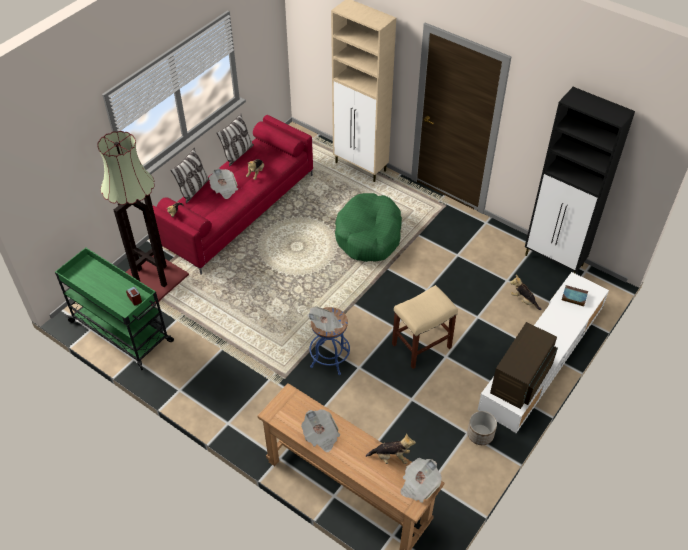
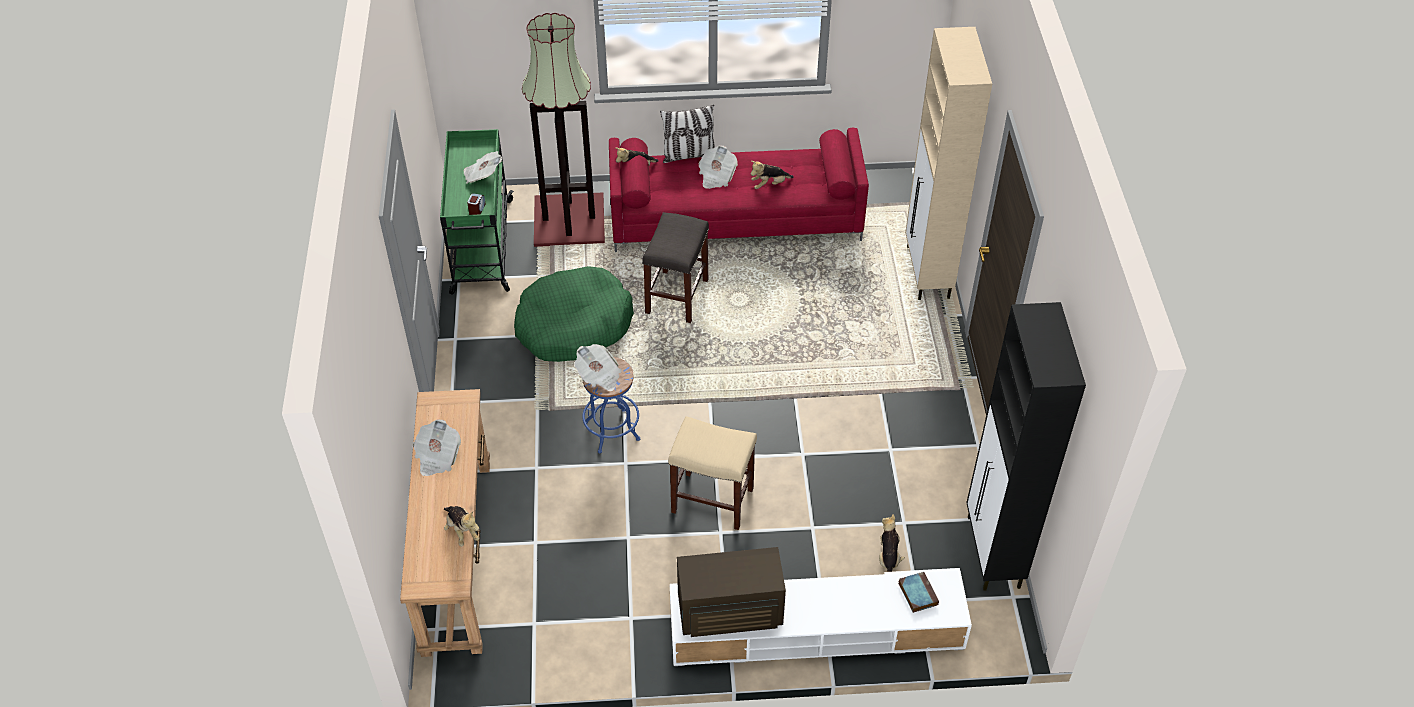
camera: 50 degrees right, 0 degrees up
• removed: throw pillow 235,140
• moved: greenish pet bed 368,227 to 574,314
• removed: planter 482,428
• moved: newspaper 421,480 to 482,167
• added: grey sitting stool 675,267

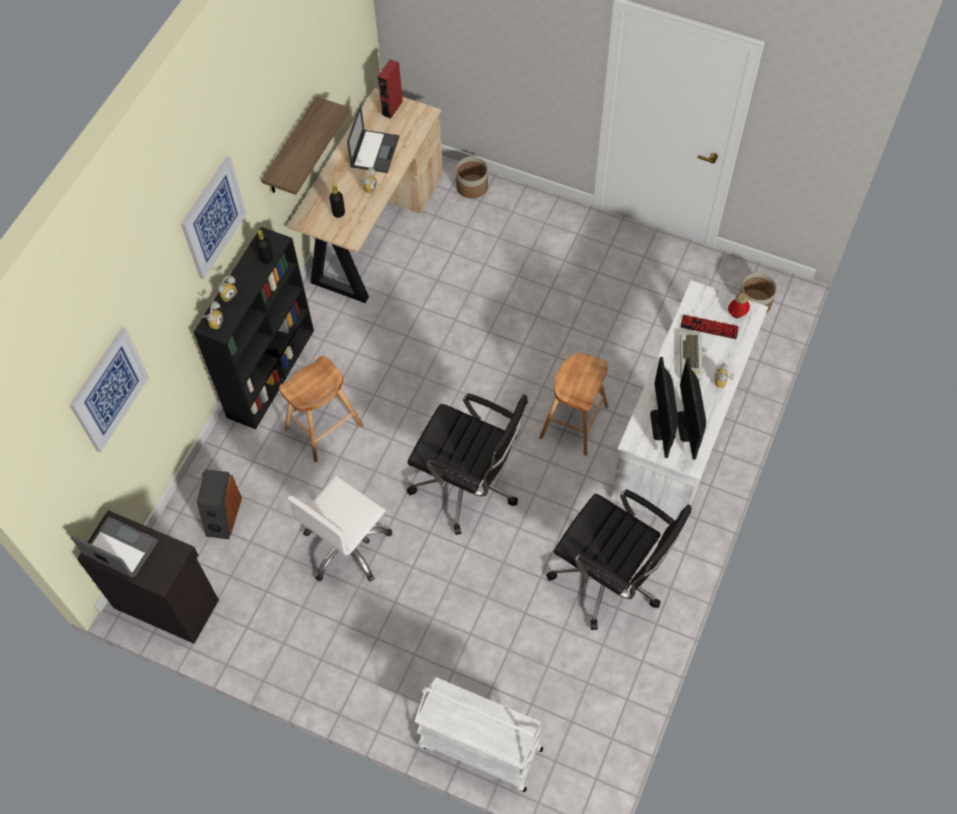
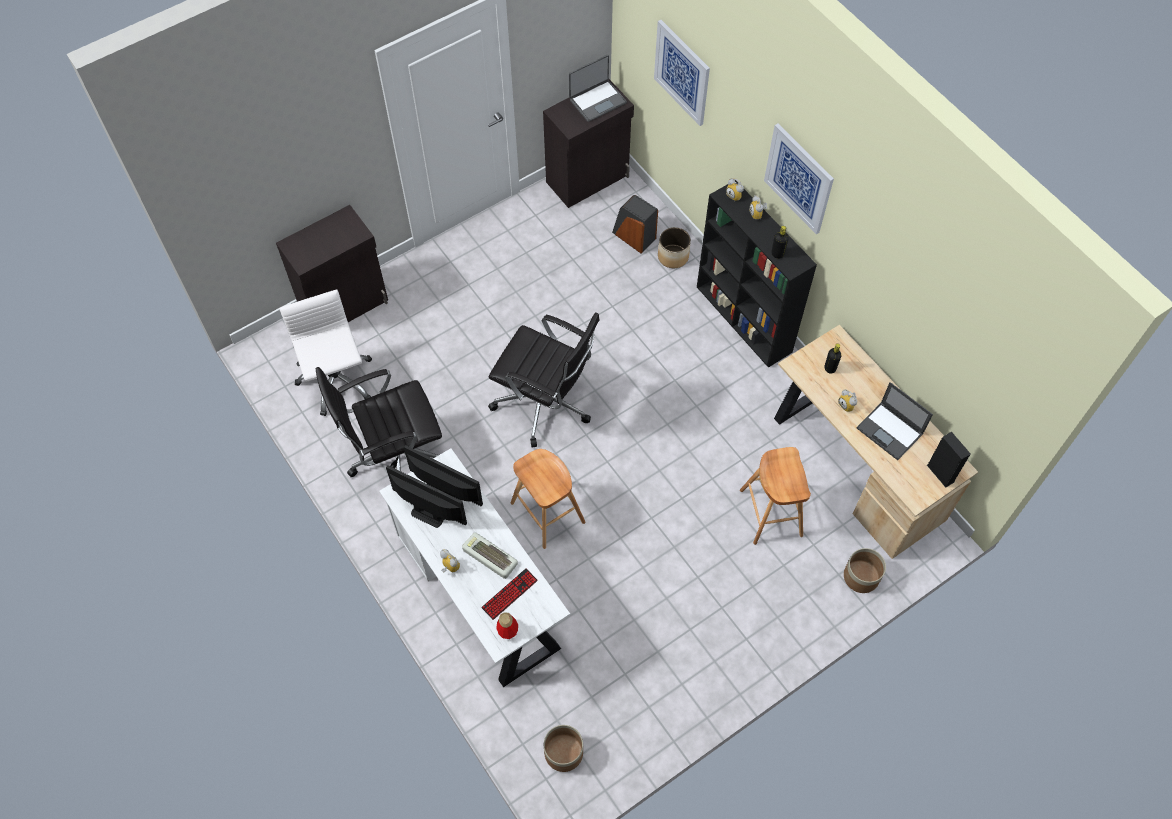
camera: 120 degrees right, 0 degrees up
• recoloured: red-coloured audio speaker 390,89 to black audio speaker 949,460
• removed: bracket shelf 305,145
• moved: brownish sitting stool 321,409 to 775,496
• turned: black office chair 467,464 = 544,379 120 degrees counterclockwise
• moved: whitish office chair 339,528 to 325,353
• replaced: whitish wheeled cart 478,734 to black cabinet 332,263
• added: planter 674,247

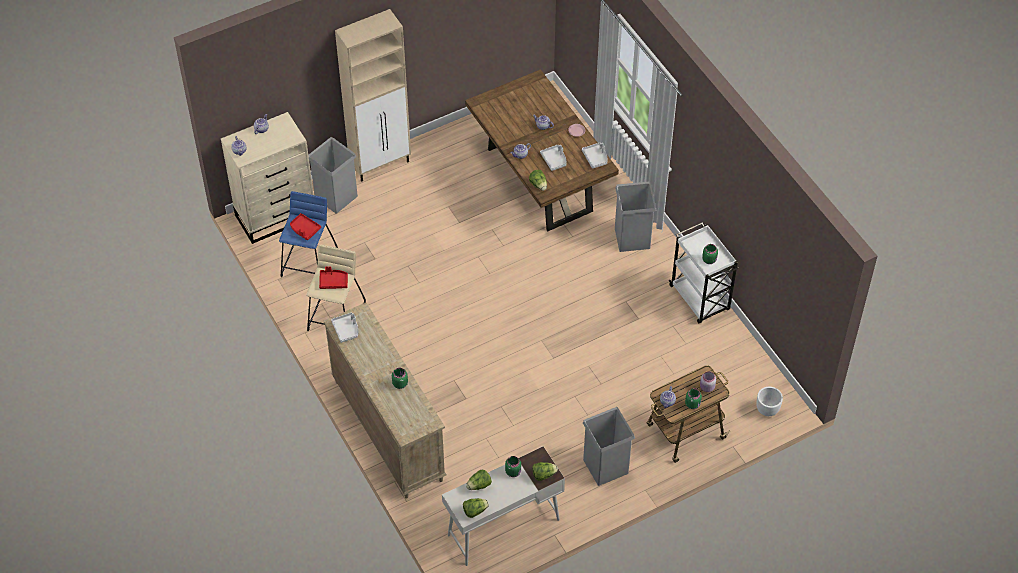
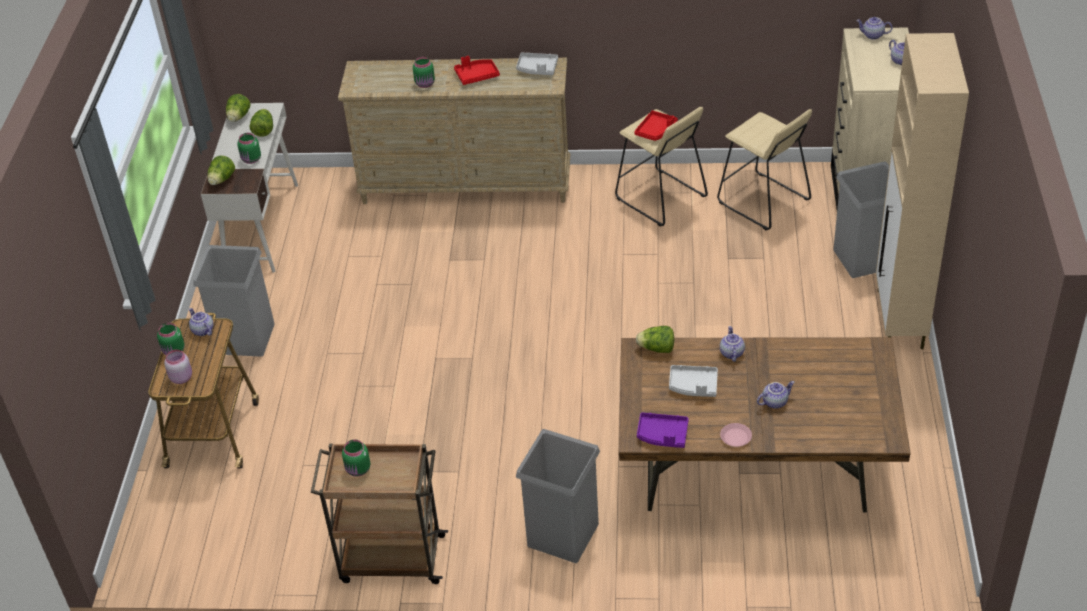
camera: 125 degrees right, 10 degrees down
• recoloured: grey tray 595,156 to purple tray 663,430
• recoloured: blue sitting stool 308,234 to beige sitting stool 764,169
• moved: red-coloured tray 305,226 to 477,70
• recoloured: whitish wheeled cart 703,273 to brownish wheeled cart 379,513
• removed: whitish planter 769,401

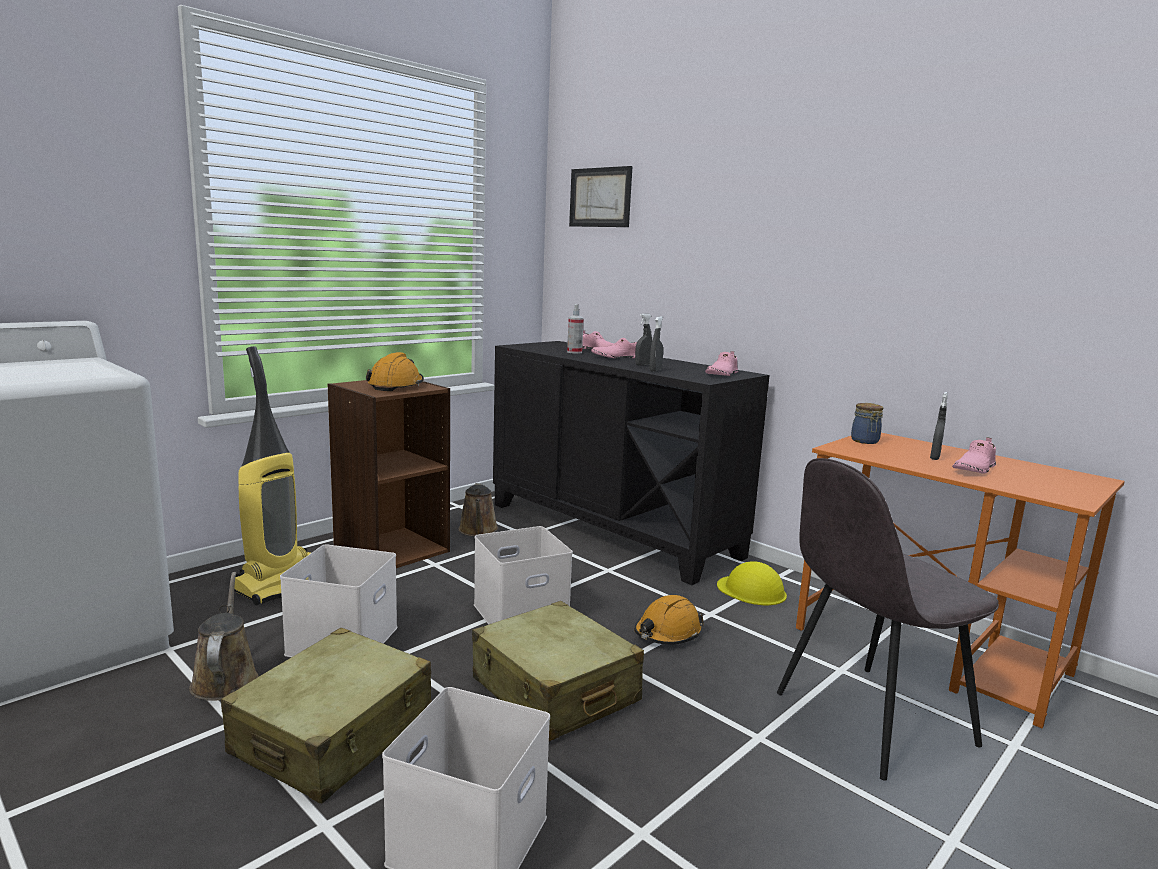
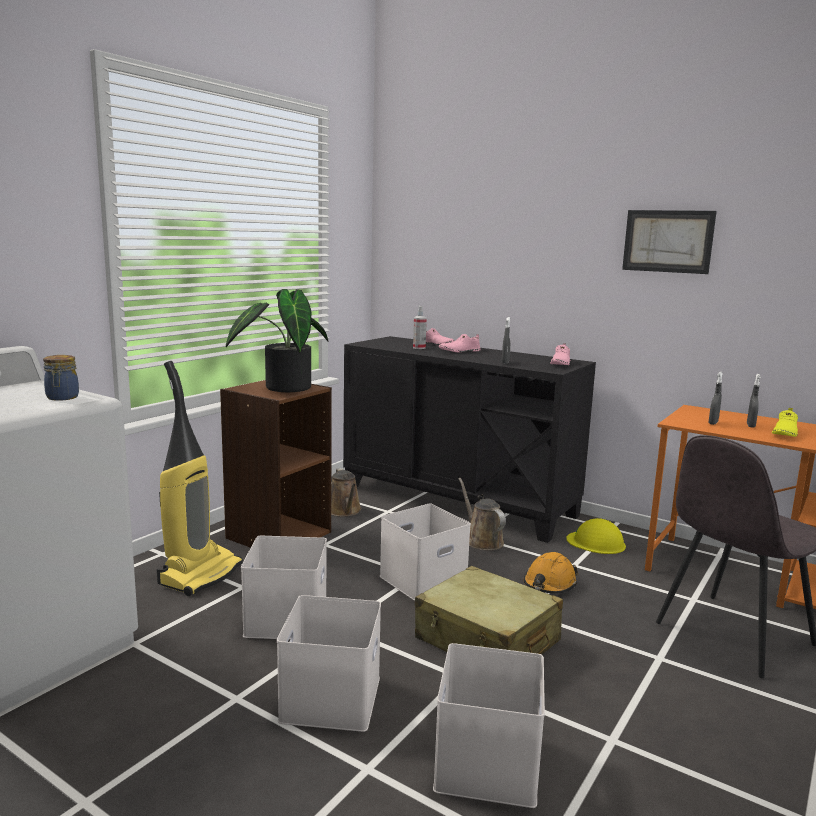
camera: 10 degrees left, 0 degrees up
• moved: picture 601,196 to 669,242
• moved: grey hand sprayer 643,339 to 716,398
• replaced: orange-coloured work helmet 395,371 to plant in a pot 277,340
• moved: storage jar 867,423 to 61,378
• recoloured: pink-coloured low shoe 974,455 to yellowish low shoe 785,422
• moved: brownish sprinkling can 224,636 to 482,514
• replaced: beige travel case 326,716 to whitish storage container 329,663

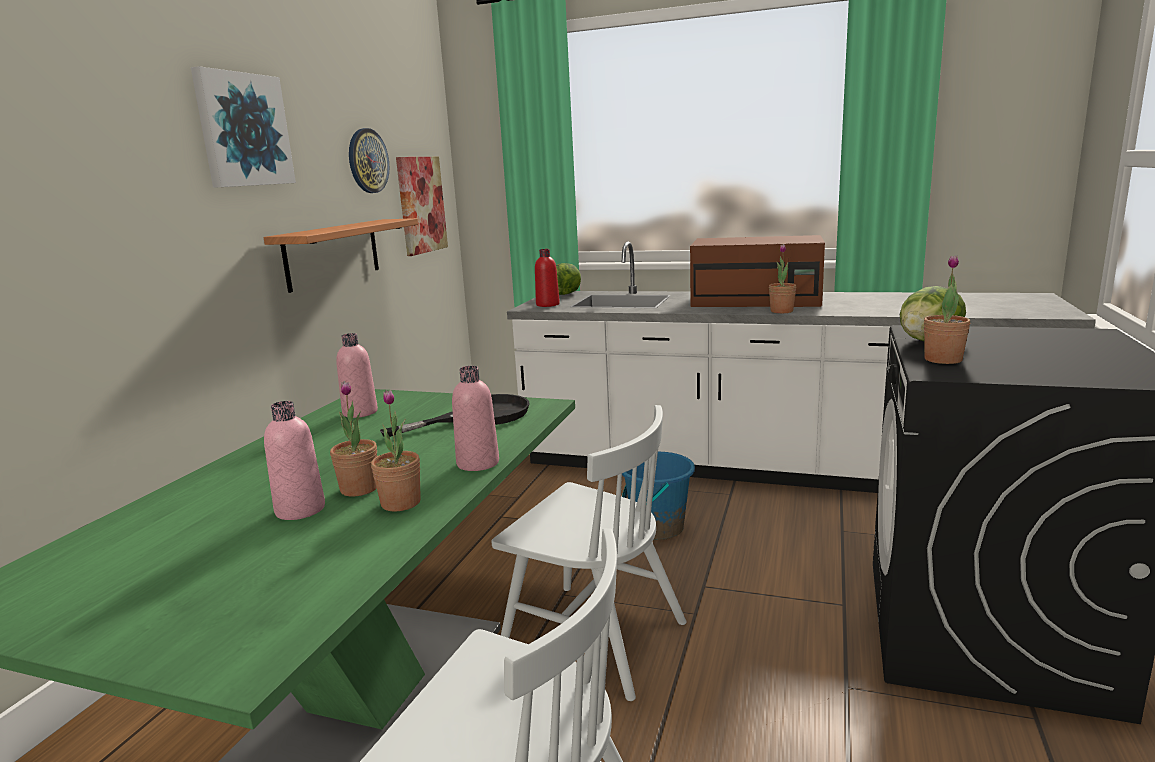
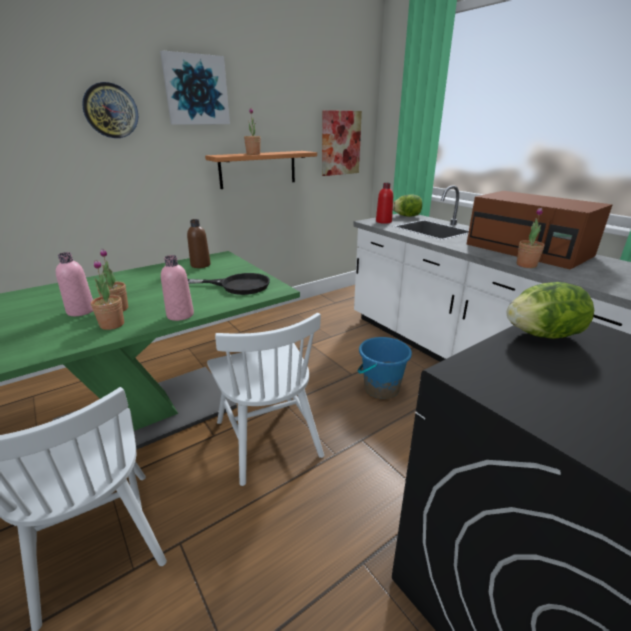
camera: 35 degrees right, 10 degrees up
• moved: clock on the wall 369,160 to 110,110
• moved: plant in a pot 947,309 to 252,131
• recoloured: pink-coloured beverage bottle 357,375 to brownish beverage bottle 199,243

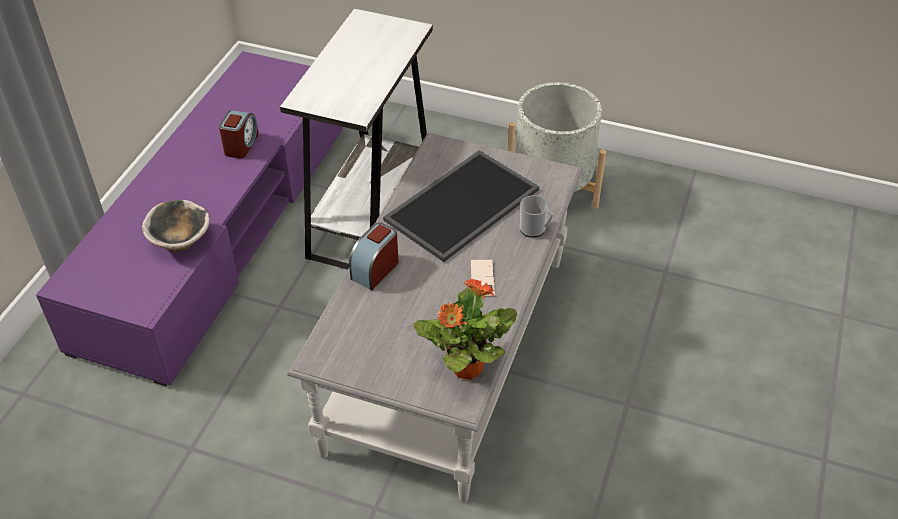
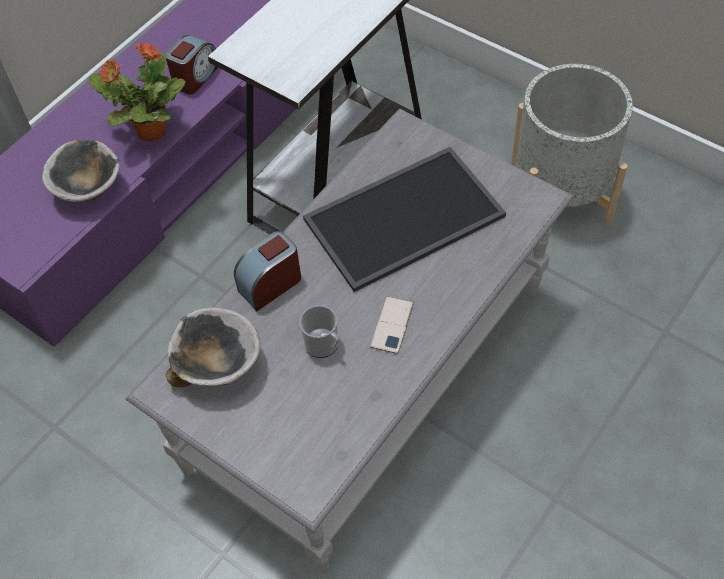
camera: 20 degrees right, 10 degrees up
• moved: mug 537,216 to 319,331
• moved: plant in a pot 465,329 to 137,92
• added: serving bowl 213,347

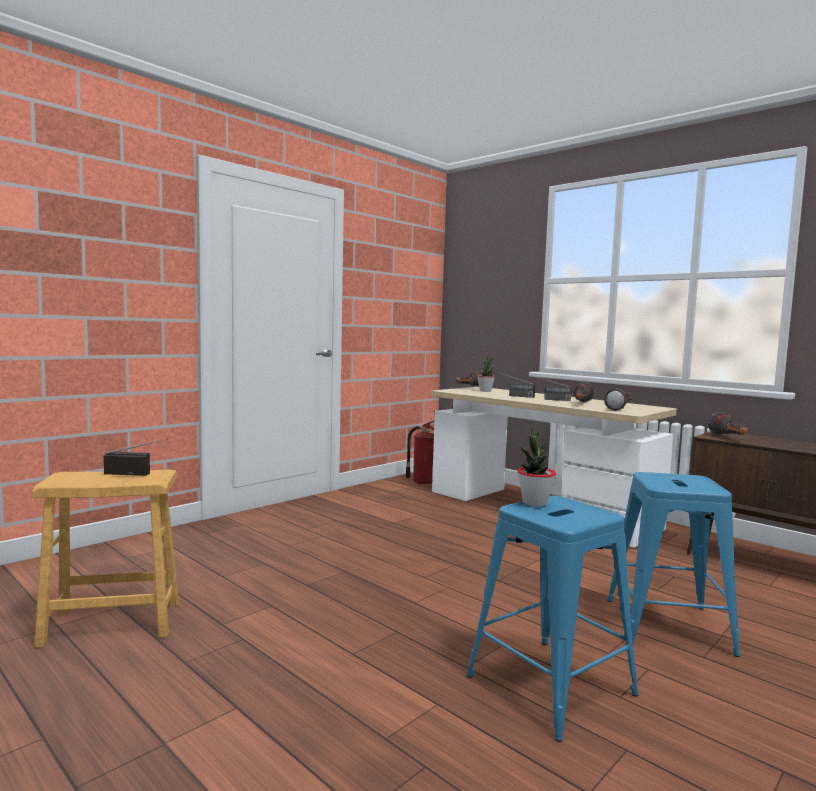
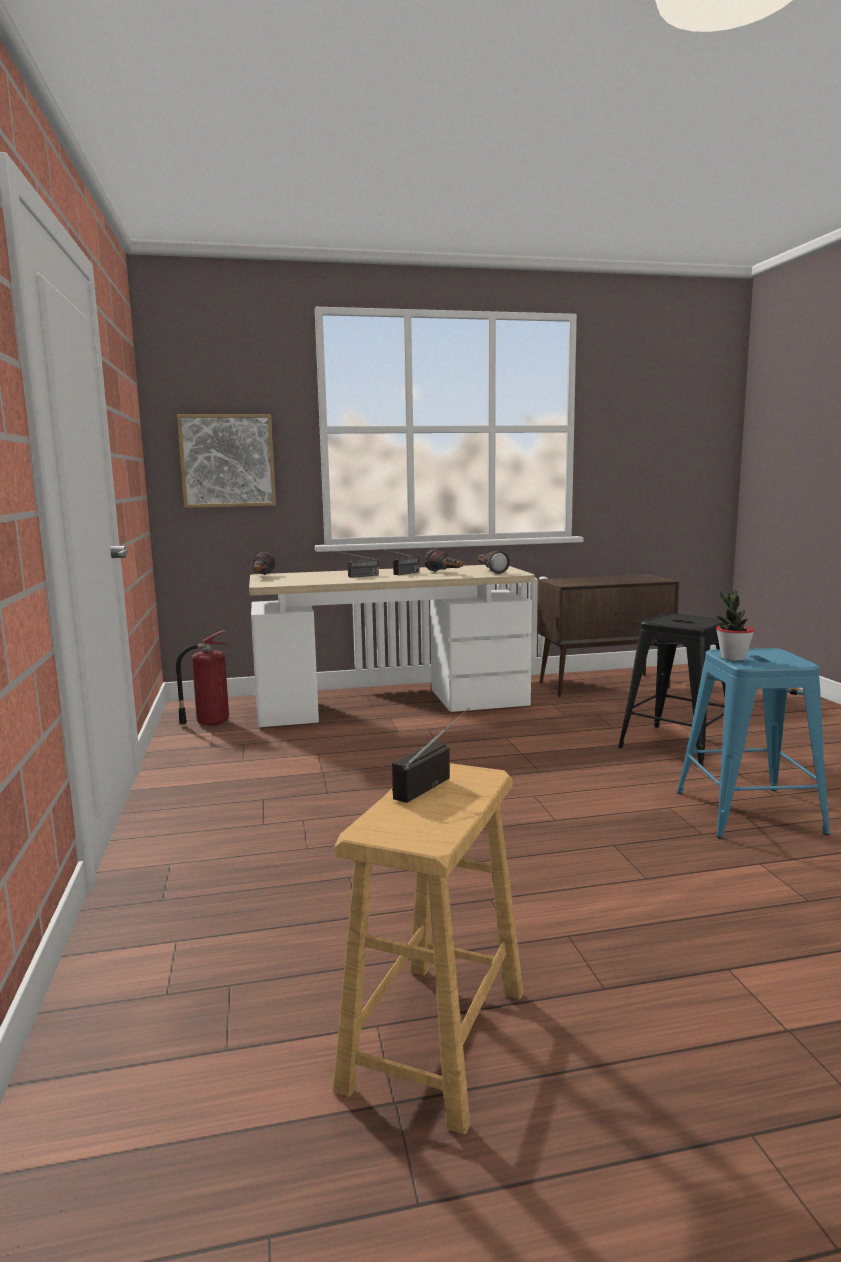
camera: 55 degrees left, 5 degrees up
• removed: plant in a pot 486,374
• removed: torch 728,423
• recoloured: blue sitting stool 673,564 to black sitting stool 672,690
• added: picture 226,461

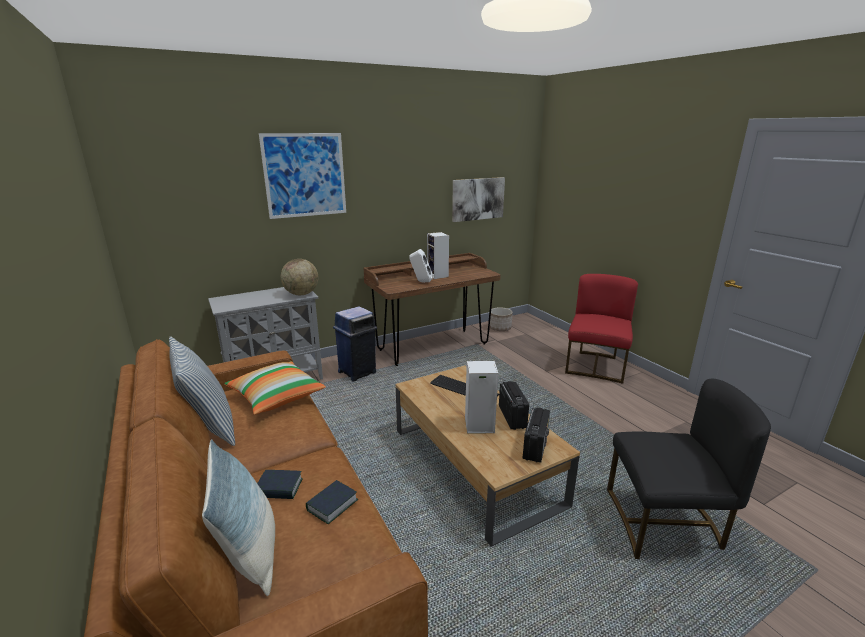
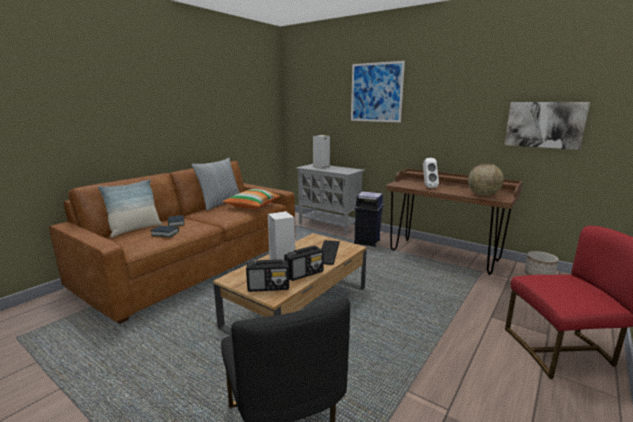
camera: 65 degrees right, 5 degrees down
• moved: audio speaker 438,255 to 321,151
• moved: globe 299,277 to 486,180

